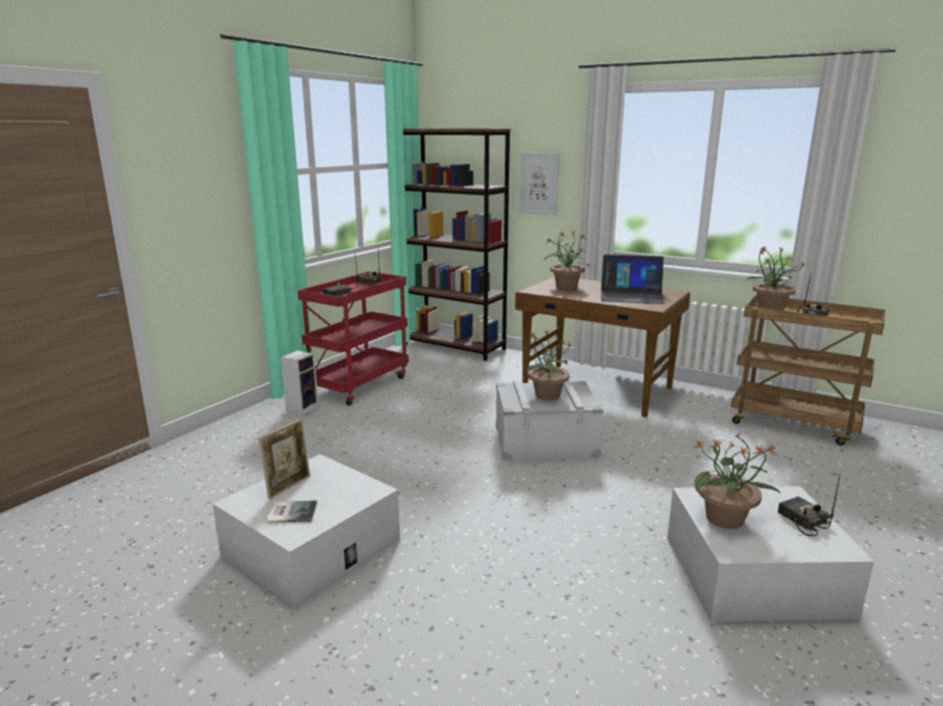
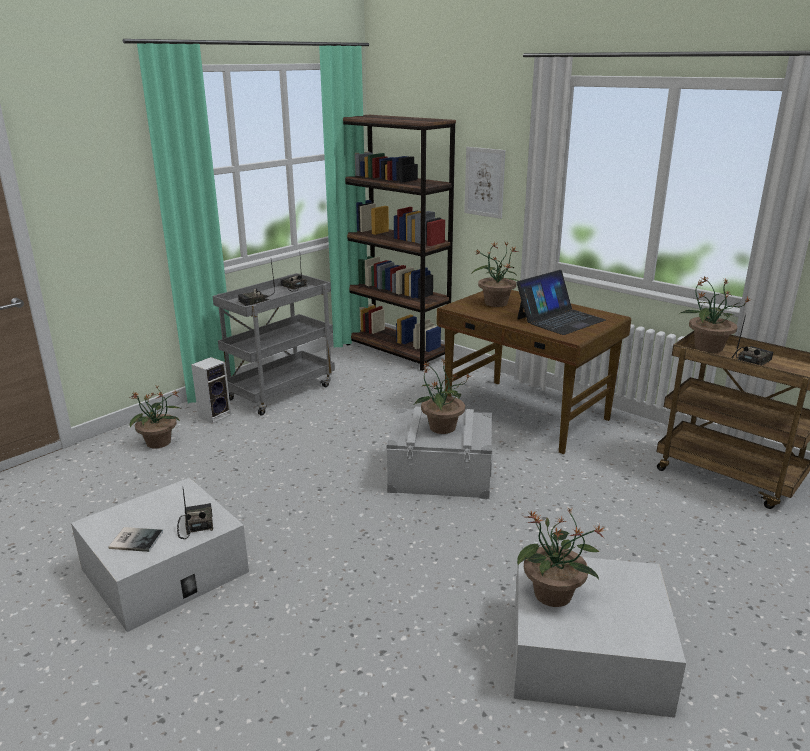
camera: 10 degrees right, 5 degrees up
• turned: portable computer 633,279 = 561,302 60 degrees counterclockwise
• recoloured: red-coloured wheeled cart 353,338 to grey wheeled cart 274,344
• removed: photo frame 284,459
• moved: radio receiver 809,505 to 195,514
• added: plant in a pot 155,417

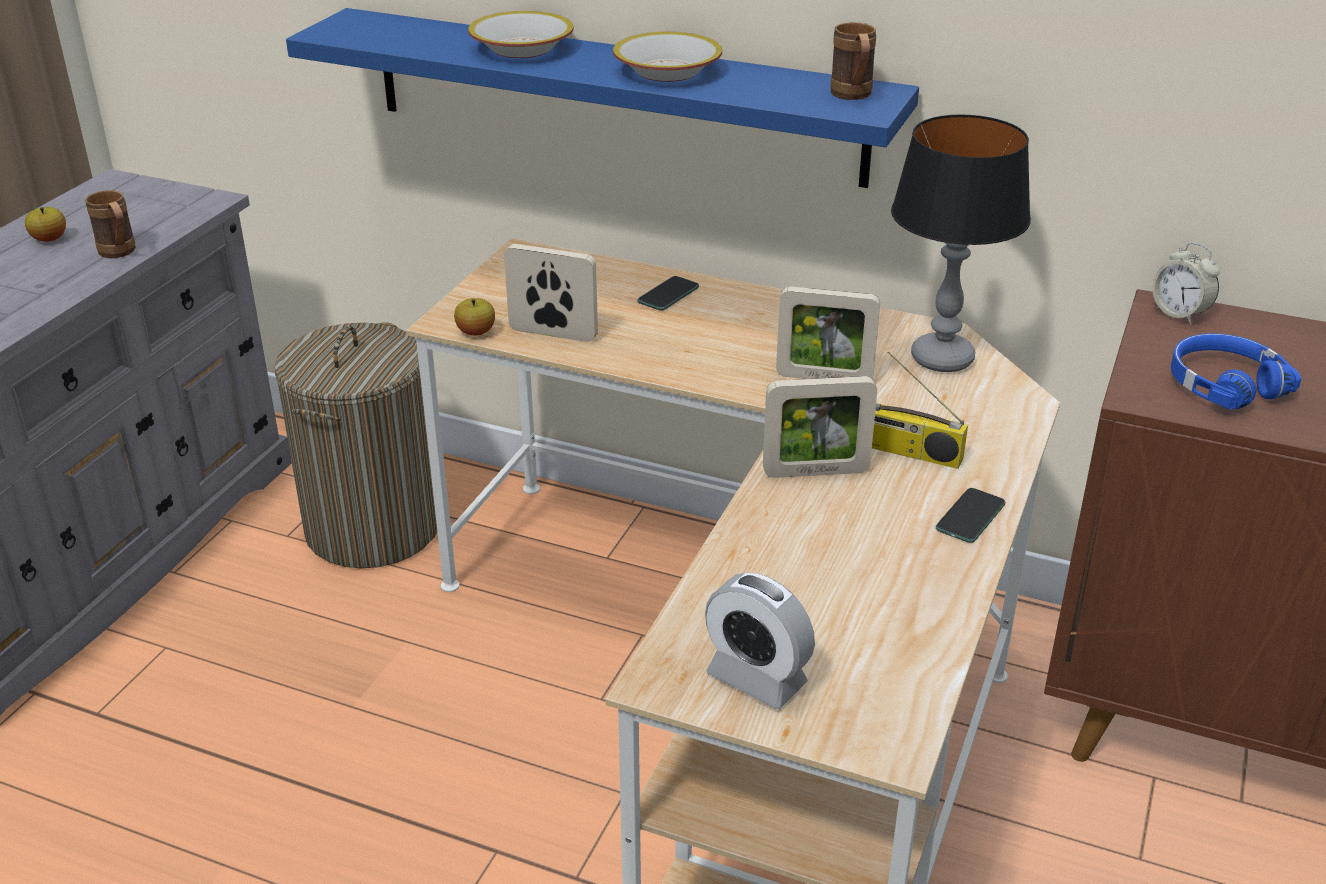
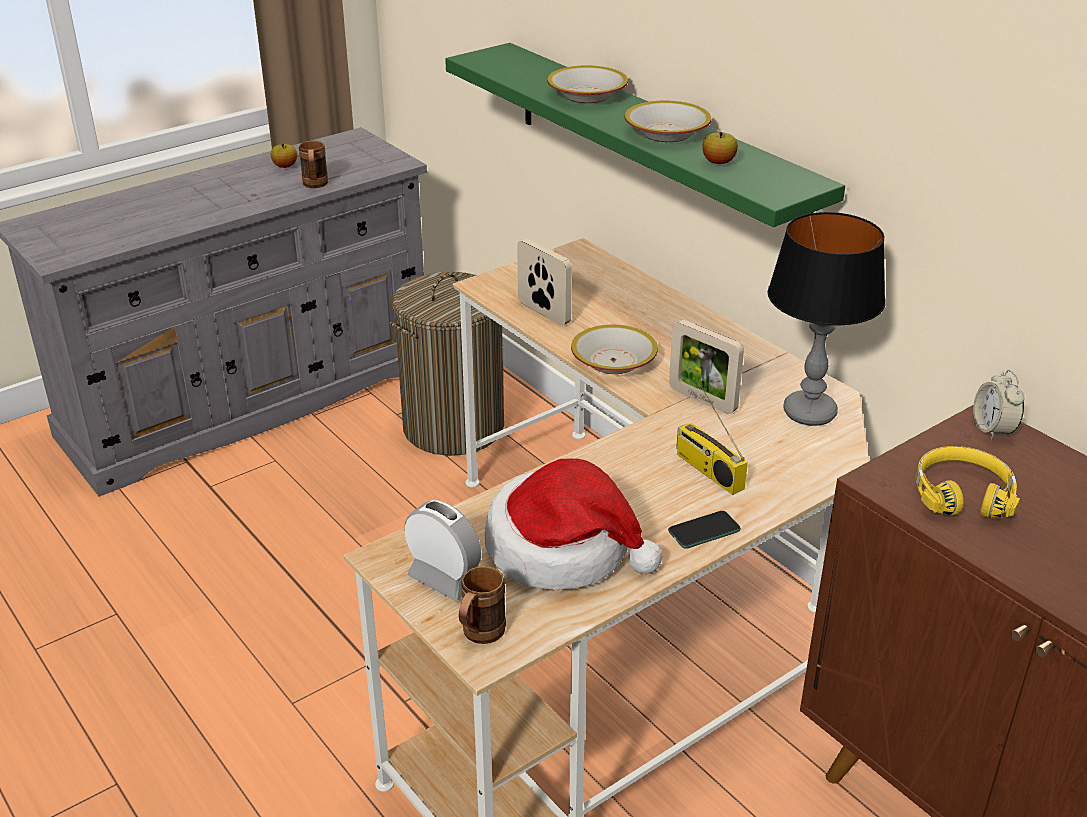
camera: 30 degrees right, 0 degrees up
• recoloured: blue bracket shelf 602,98 to greenish bracket shelf 645,135
• moved: brownish mug 853,61 to 482,605
• removed: phone 668,293
• moved: apple 474,317 to 720,148
• recoloured: blue headphones 1236,371 to yellowish headphones 968,482
• removed: photo frame 820,427
• turned: table clock 760,640 = 443,550 150 degrees clockwise
• added: serving bowl 614,349
• added: clothing hat 574,524

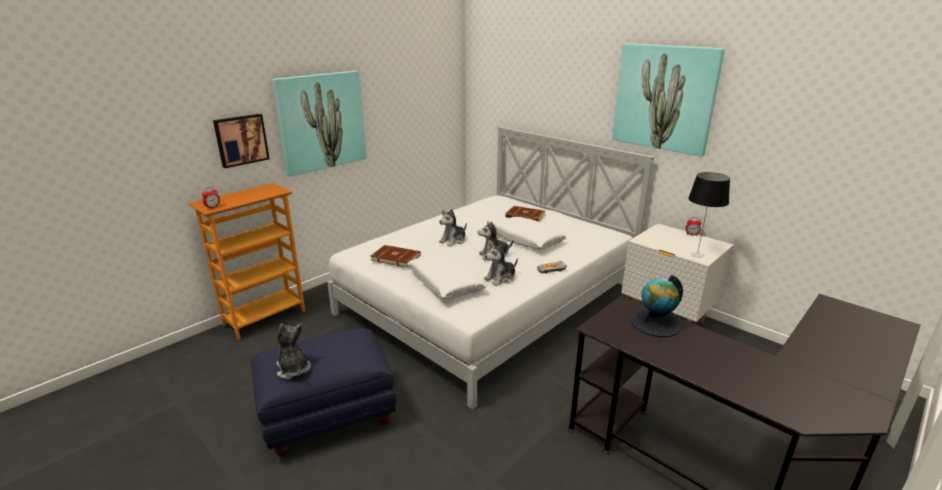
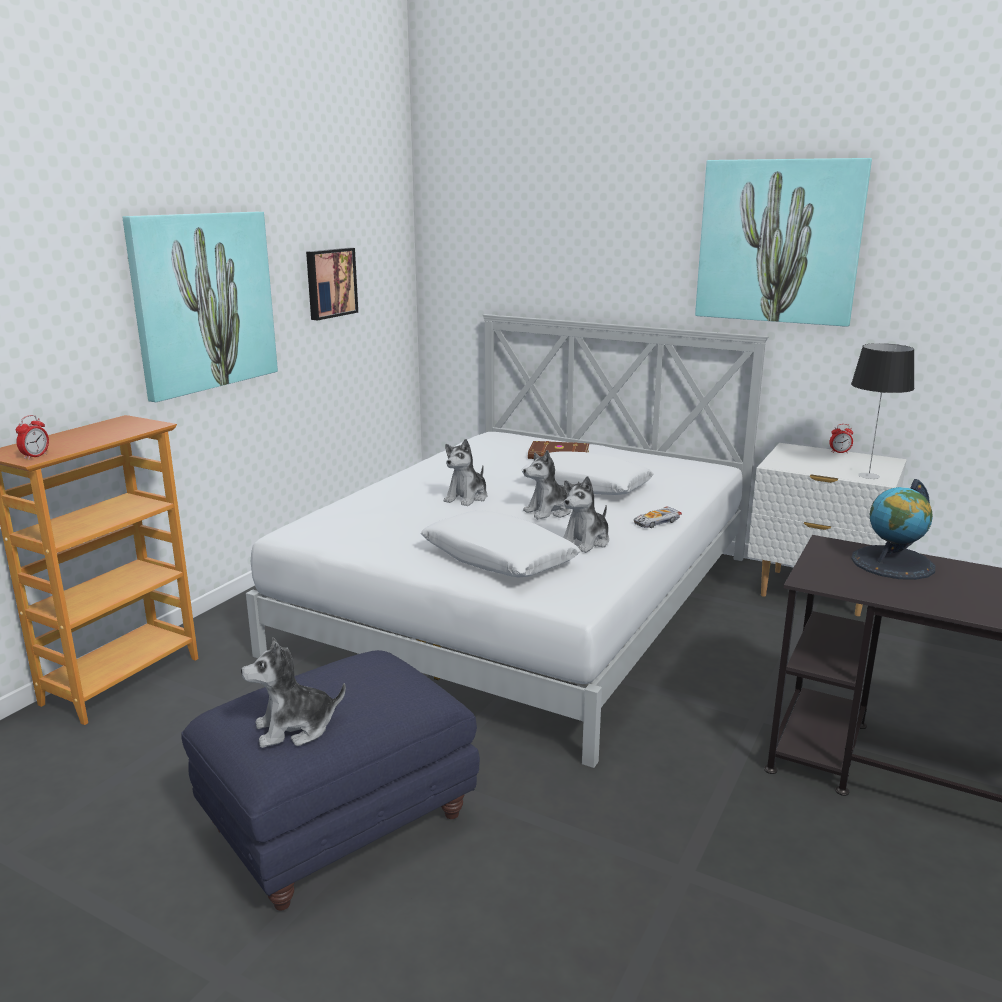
camera: 15 degrees left, 5 degrees down
• moved: picture 241,141 to 332,284
• removed: brownish book 396,256
• turned: soft toy 293,351 = 293,692 60 degrees counterclockwise

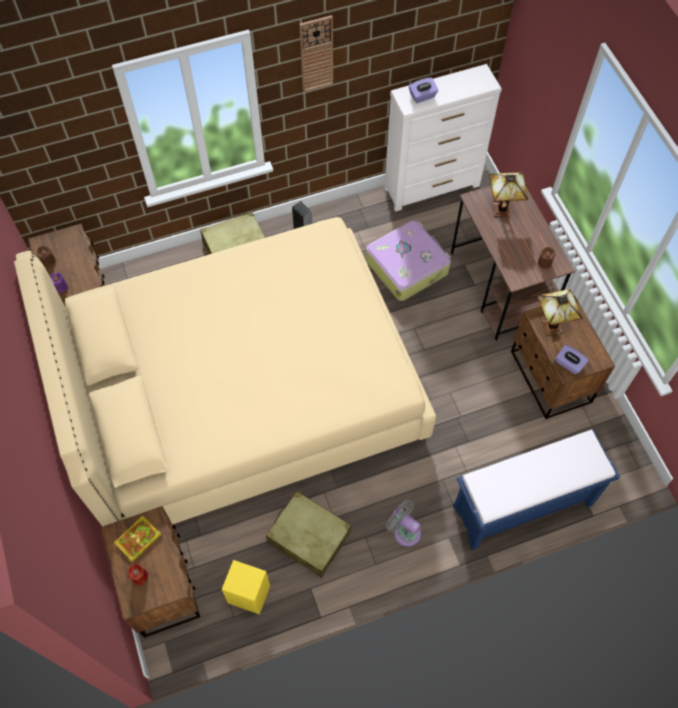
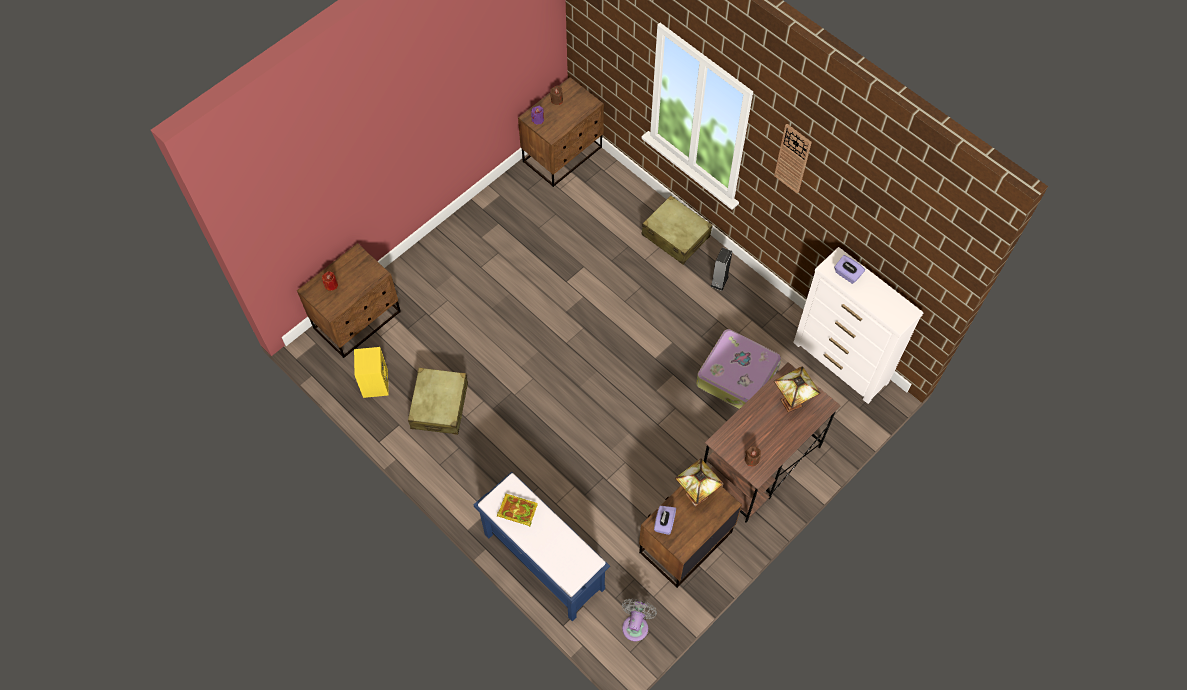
camera: 65 degrees right, 0 degrees up
• removed: beige bed 225,372
• moved: grey fan 403,523 to 639,620
• moved: book 138,539 to 517,510

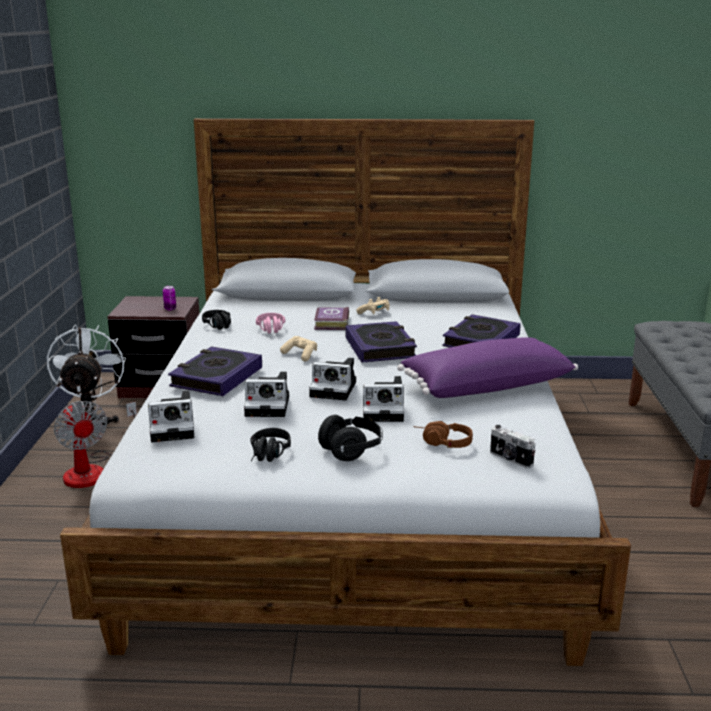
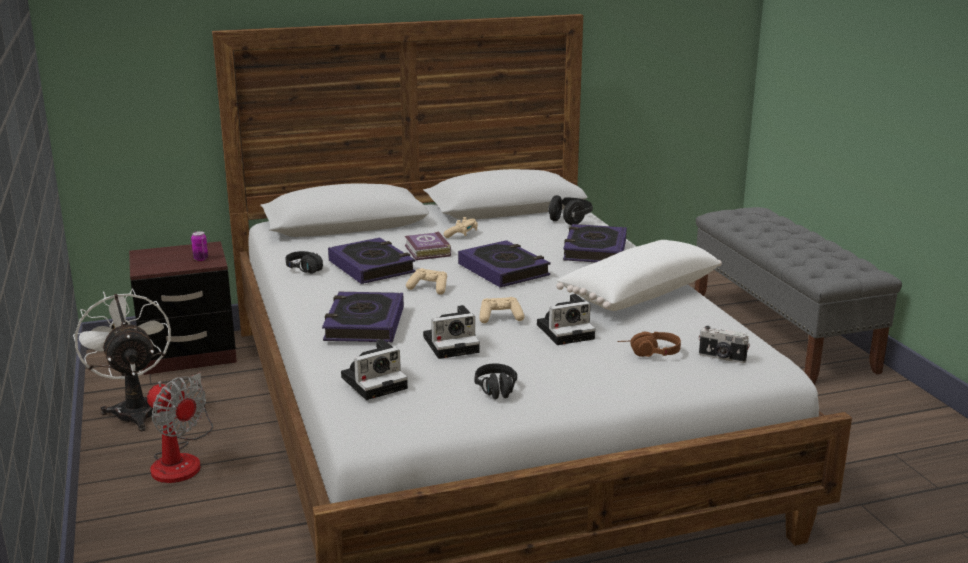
camera: 20 degrees left, 0 degrees up
• replaced: pink-coloured headphones 270,323 to book 371,261
• recoloured: purple throw pillow 487,367 to whitish throw pillow 639,275
• replaced: still camera 332,379 to beige gamepad 502,310
• moved: black headphones 350,438 to 570,210

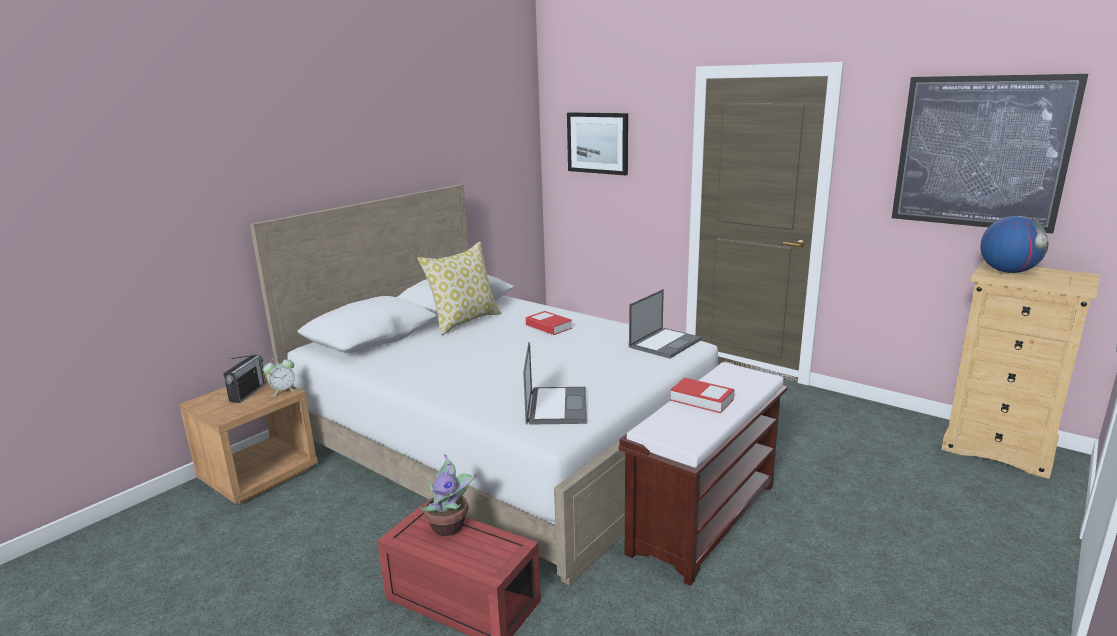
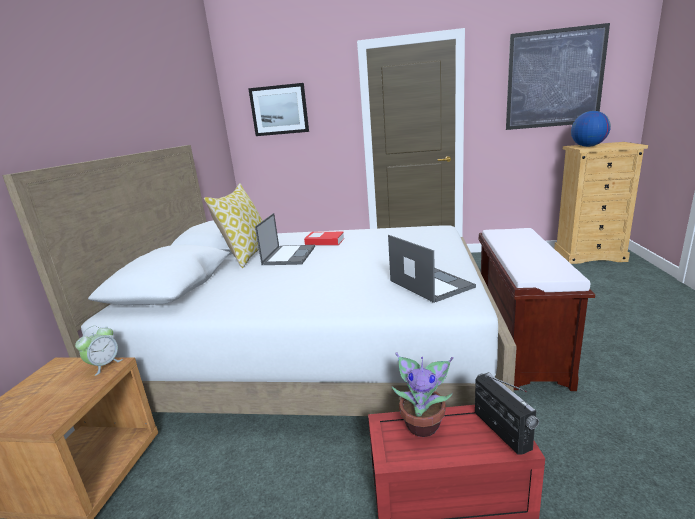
camera: 30 degrees left, 0 degrees up
• moved: portable computer 665,324 to 285,239
• moved: radio receiver 244,378 to 507,413
• removed: book 702,395

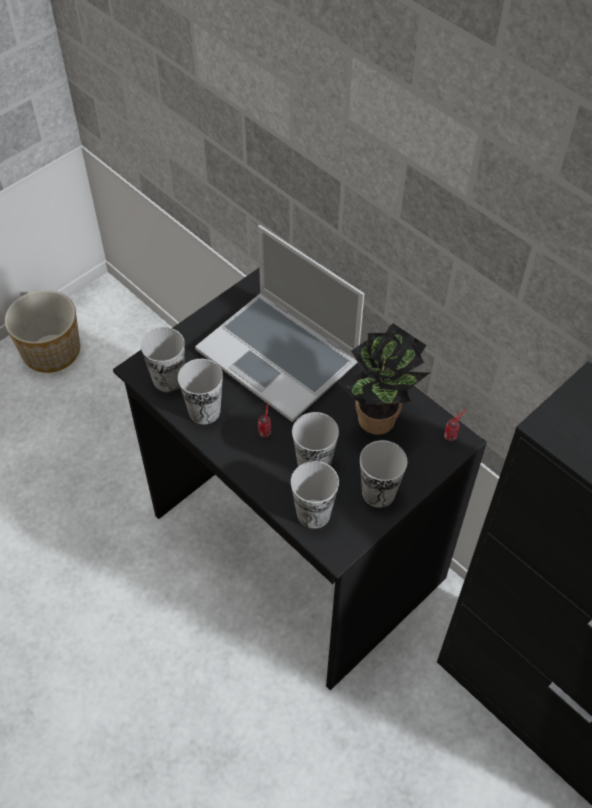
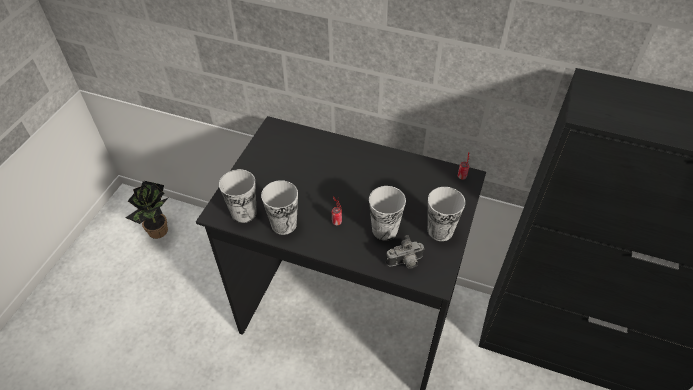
camera: 25 degrees left, 5 degrees down
• removed: portable computer 279,323
• removed: planter 42,331
• moved: plant in a pot 384,379 to 147,210
• replaced: cup 315,495 to still camera 405,252

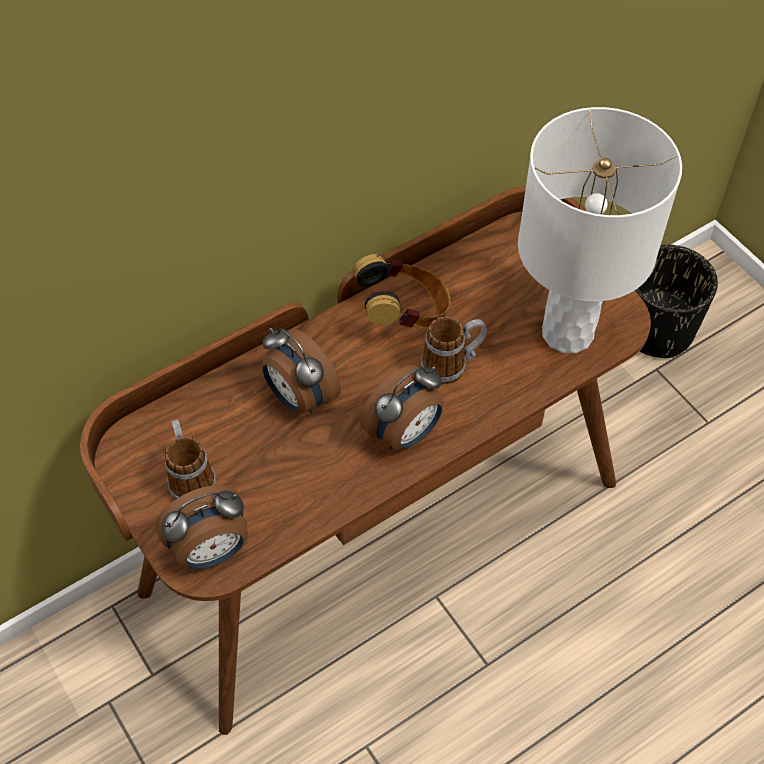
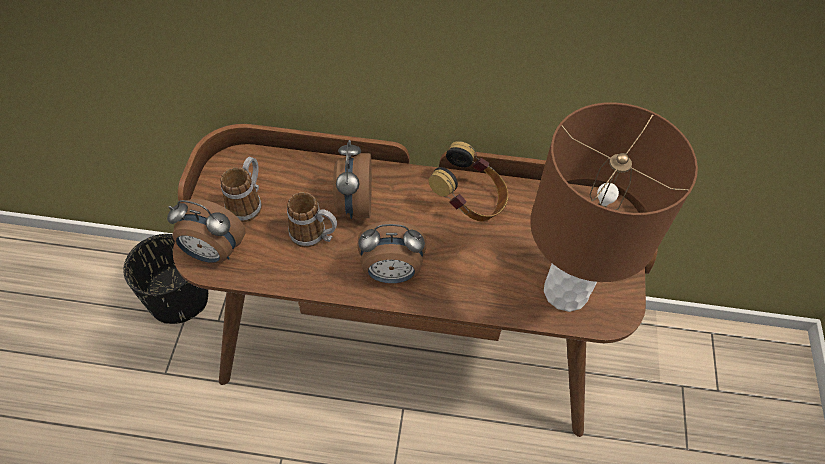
camera: 40 degrees right, 0 degrees up
• recoloured: whitish tabletop lamp 600,230 to brownish tabletop lamp 614,207
• moved: black planter 676,301 to 165,279
• moved: mug 454,350 to 312,220

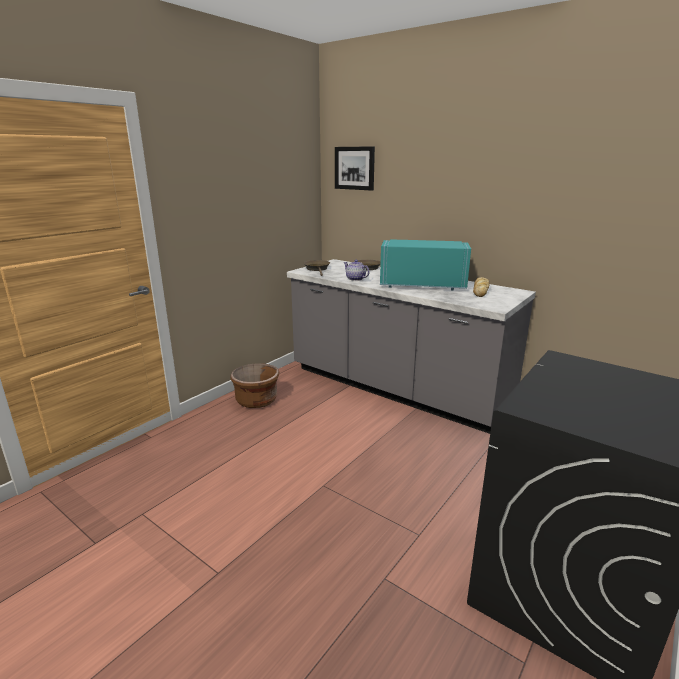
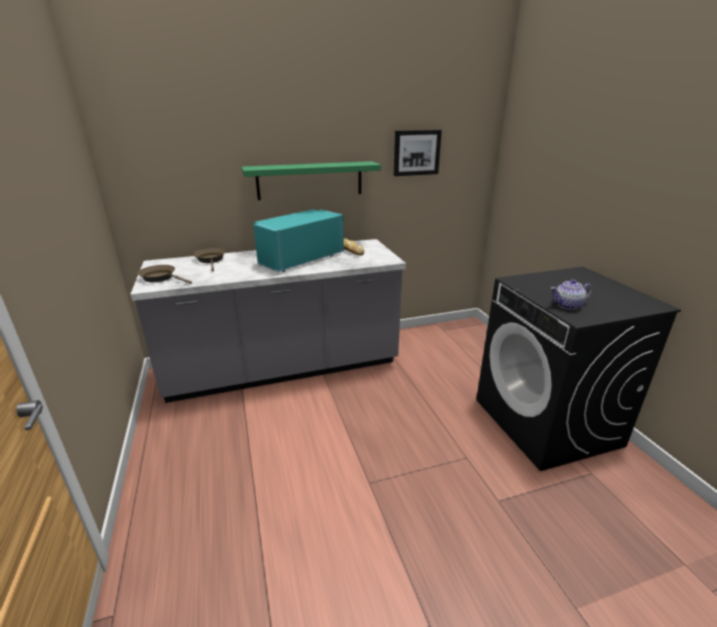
camera: 55 degrees left, 5 degrees up
• moved: picture 355,168 to 418,153
• moved: tea pot 356,270 to 571,294
• removed: brownish planter 254,385
• added: greenish bracket shelf 311,180

